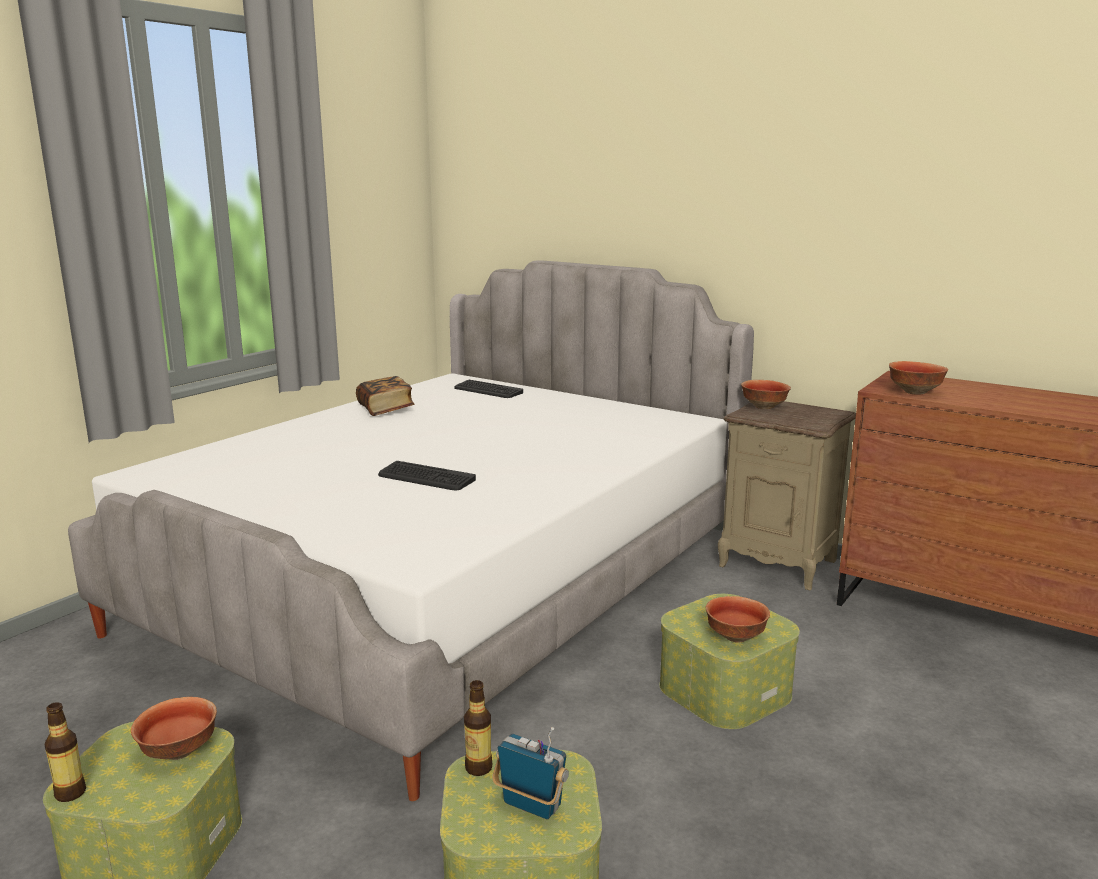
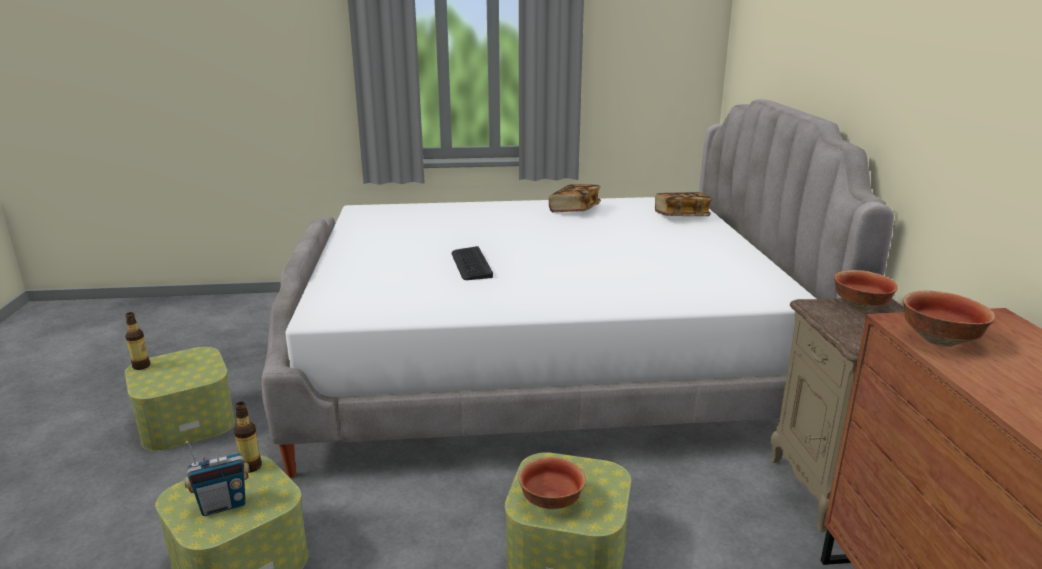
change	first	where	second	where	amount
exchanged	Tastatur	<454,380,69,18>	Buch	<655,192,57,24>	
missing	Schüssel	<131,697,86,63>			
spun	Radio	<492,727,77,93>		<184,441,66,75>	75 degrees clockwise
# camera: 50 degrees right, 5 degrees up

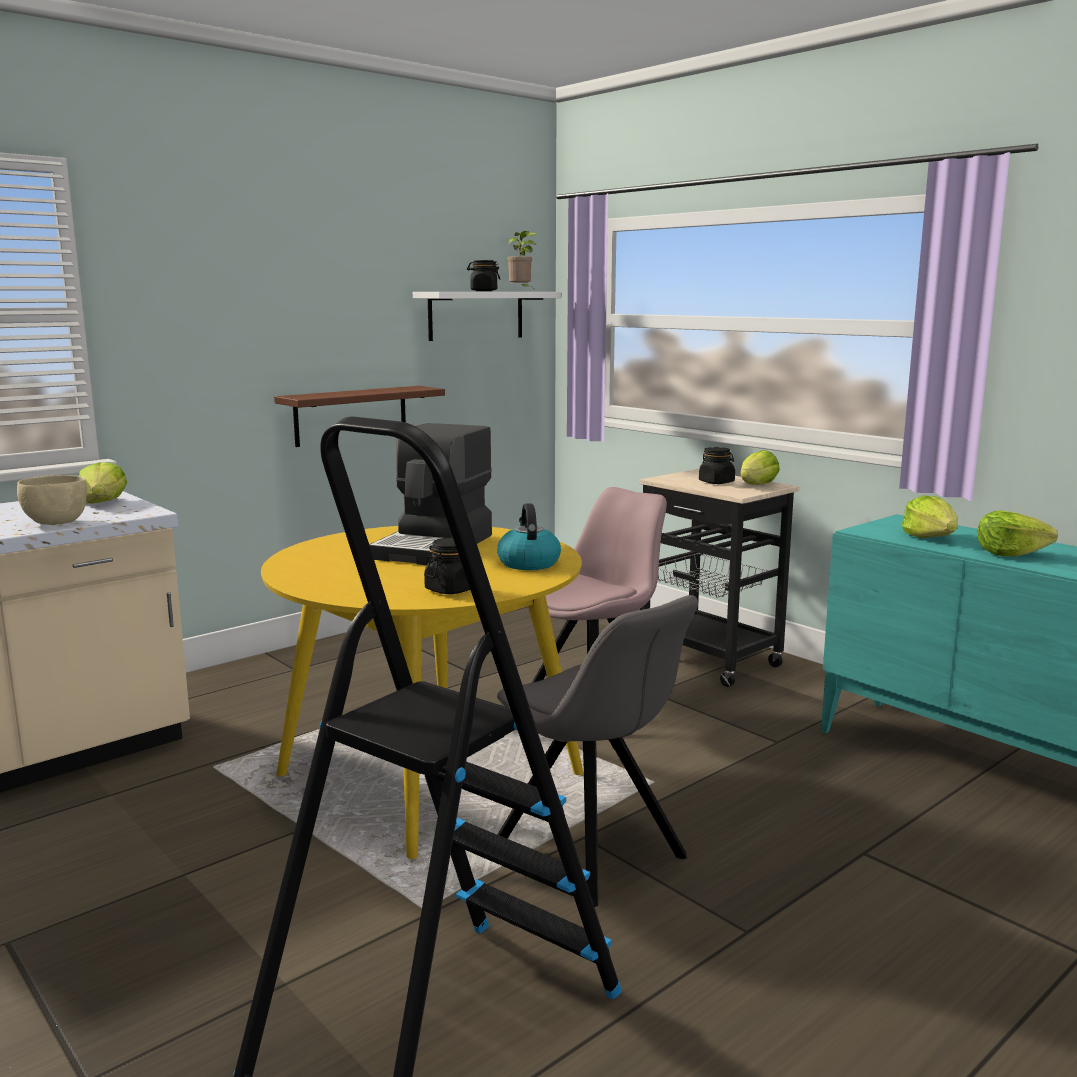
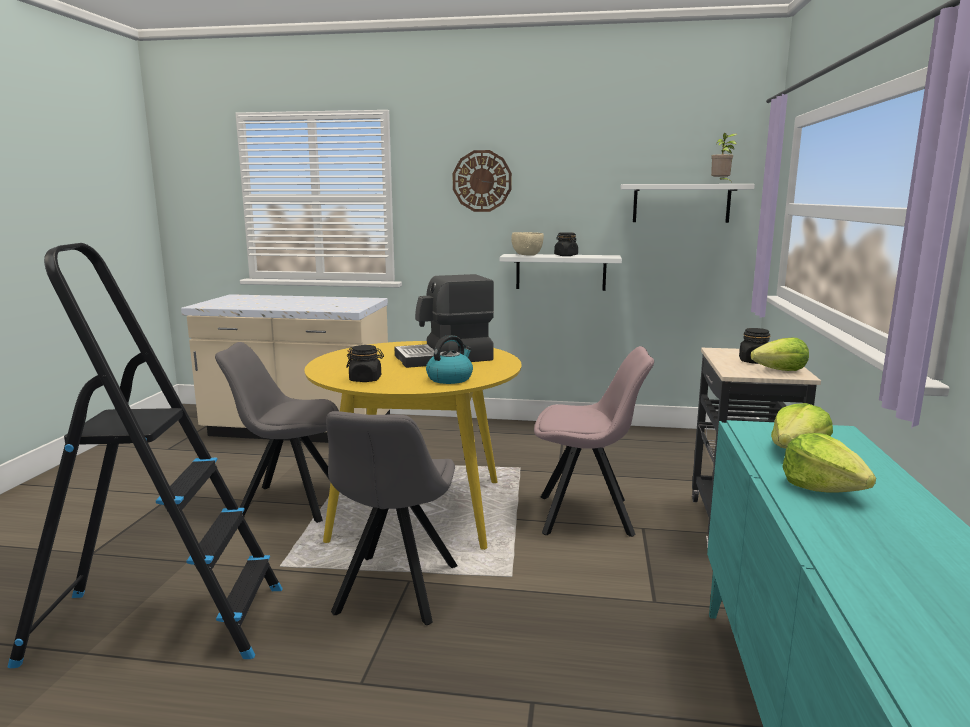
change	first	where	second	where	amount
relocated	Vorratsglas (schwarz)	<467,260,33,31>		<554,232,24,24>	
colour	Wandregal (braun)	<274,386,171,61>	Wandregal (weiß)	<500,254,122,37>	
missing	Salatkopf	<79,462,48,42>			
relocated	Schüssel (beige)	<17,475,70,50>		<511,232,33,24>	
appeared			Wanduhr	<453,150,59,62>	
appeared			Stuhl (grau)	<215,342,124,181>	
# camera: 50 degrees right, 0 degrees up

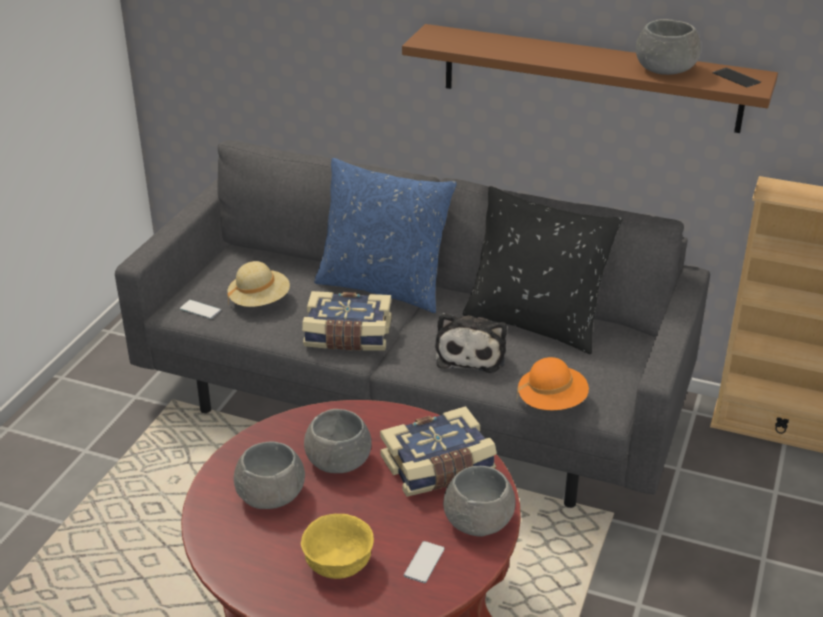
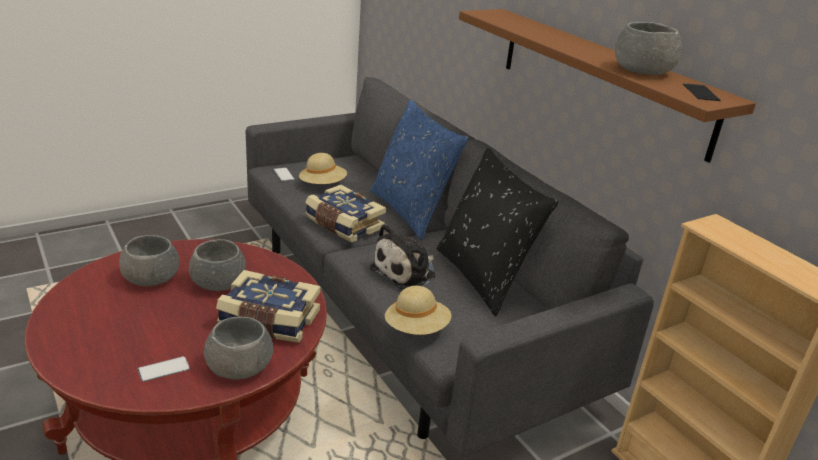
change	first	where	second	where	amount
colour	Hut (orange)	<517,357,72,53>	Hut (beige)	<385,286,67,49>	
missing	Schüssel (gelb)	<301,514,73,65>			
# camera: 35 degrees right, 5 degrees down

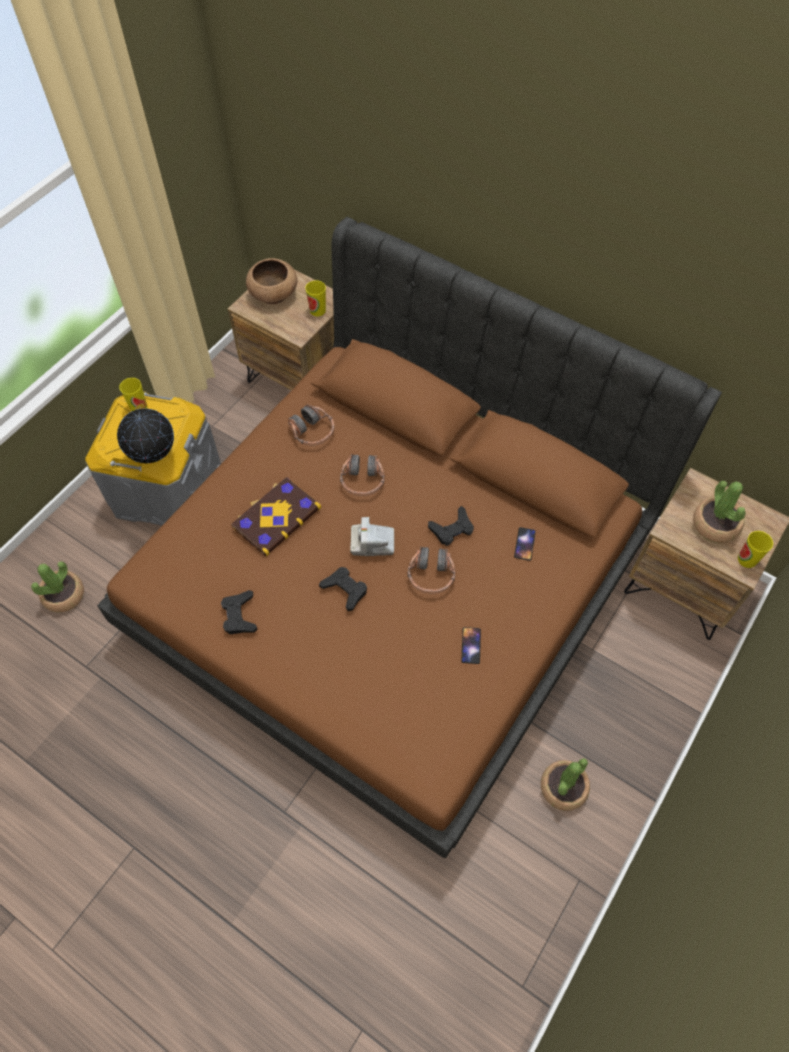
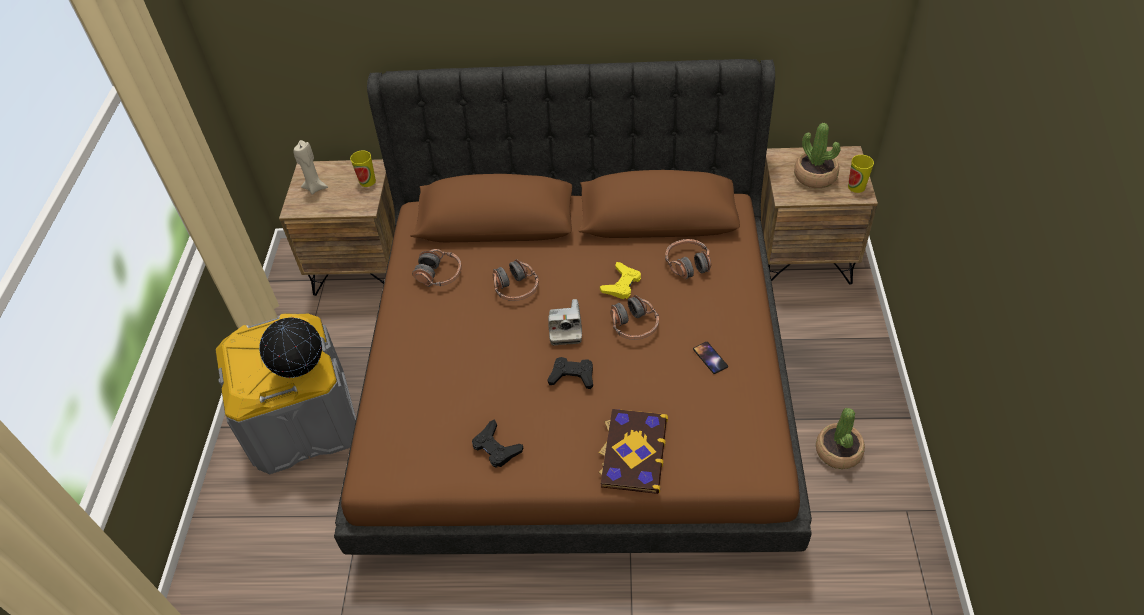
change	first	where	second	where	amount
exchanged	Schüssel (braun)	<246,258,51,46>	Kerze (beige)	<293,140,35,54>	
missing	Tasse	<119,378,28,33>			
relocated	Buch	<231,477,90,79>		<599,409,69,85>	
colour	Gamepad (schwarz)	<428,506,46,40>	Gamepad (gelb)	<600,262,41,37>	
spun	Kamera	<350,517,44,39>		<548,299,34,46>	60 degrees counterclockwise
exchanged	Handy	<514,527,22,34>	Kopfhörer	<665,239,46,40>	
missing	Topfpflanze	<31,561,53,51>			
# camera: 30 degrees left, 10 degrees down

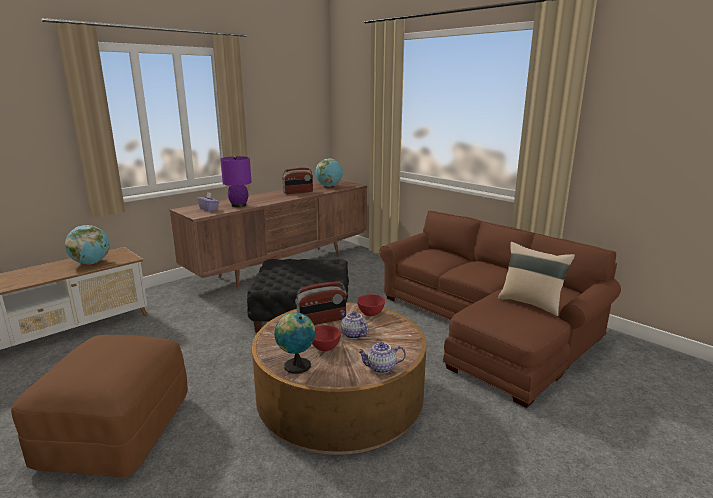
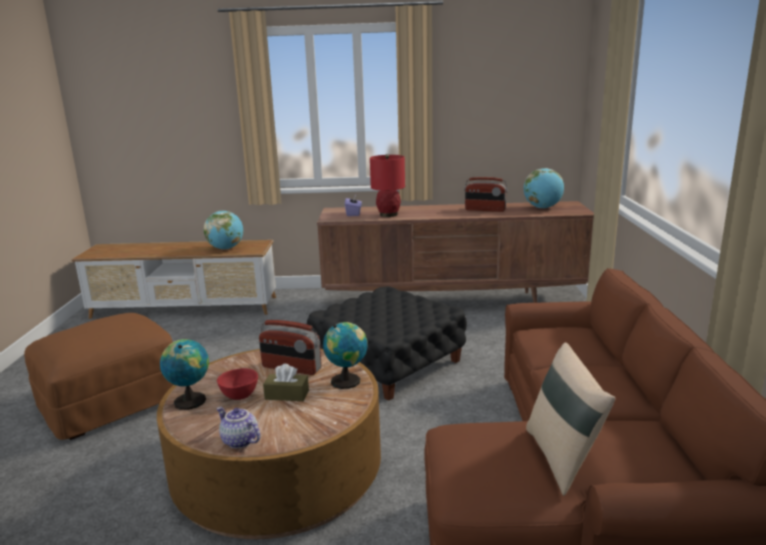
change	first	where	second	where	amount
colour	Tischlampe (lila)	<220,156,32,51>	Tischlampe (rot)	<370,154,35,63>	
exchanged	Schüssel (rot)	<357,294,28,22>	Globus	<323,322,45,67>	
exchanged	Teekanne	<340,310,29,29>	Taschentuchbox (braun)	<263,364,46,37>	
# camera: 45 degrees right, 0 degrees up

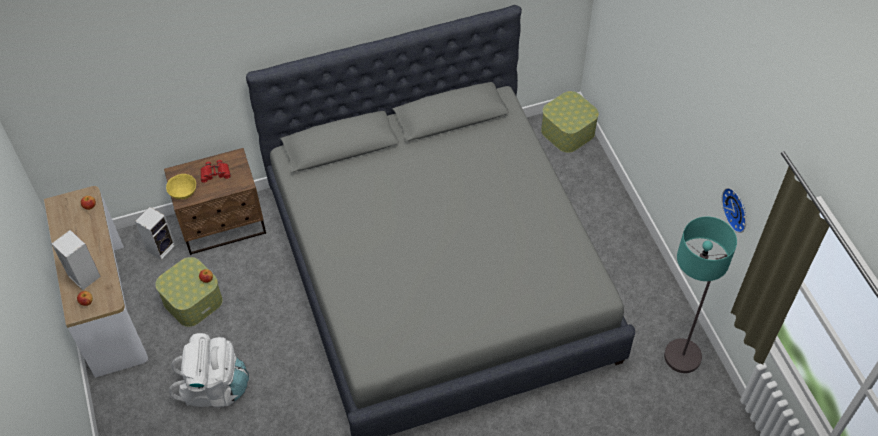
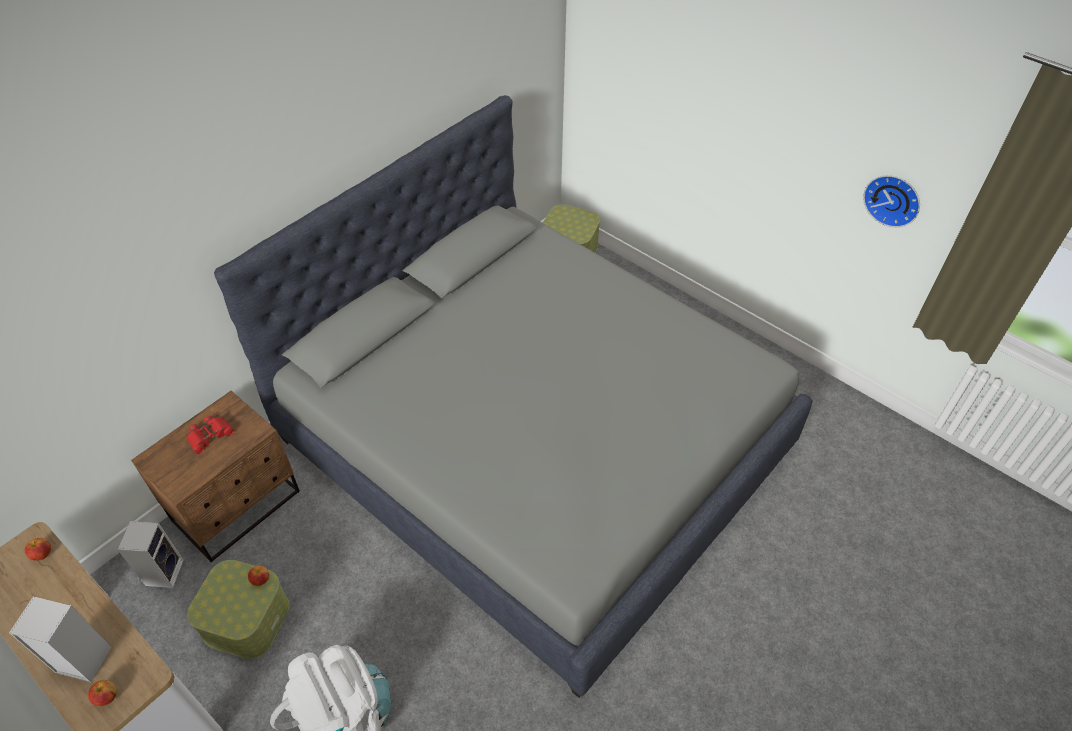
change	first	where	second	where	amount
missing	Schüssel (gelb)	<166,174,30,25>			
missing	Stehlampe (türkis)	<664,217,73,156>			
# camera: 30 degrees left, 5 degrees down

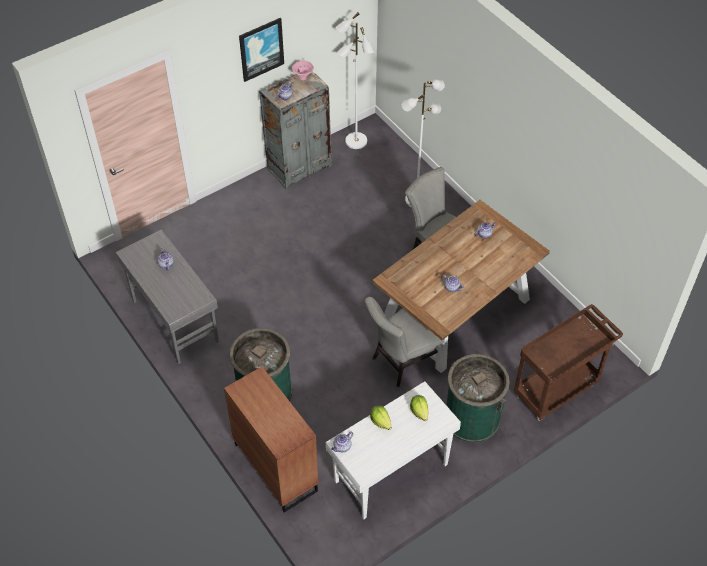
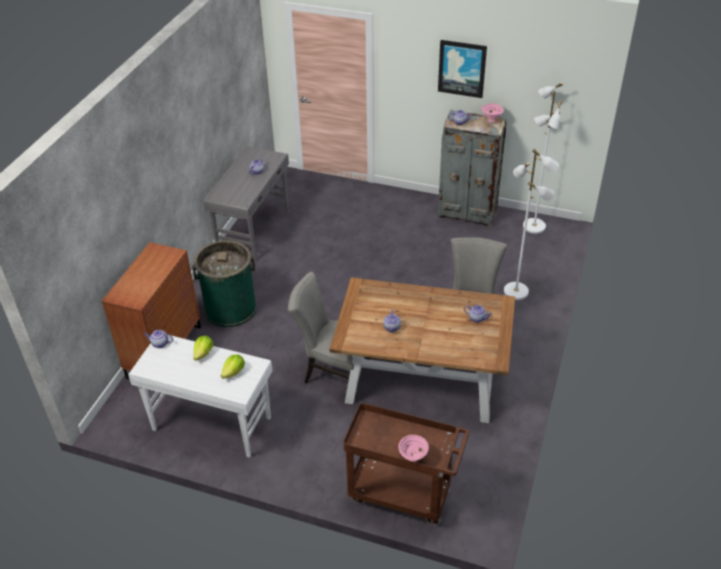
change	first	where	second	where	amount
missing	Mülleimer (grün)	<446,354,64,89>			
appeared			Schüssel (rosa)	<398,435,31,27>	
# camera: 55 degrees right, 10 degrees down

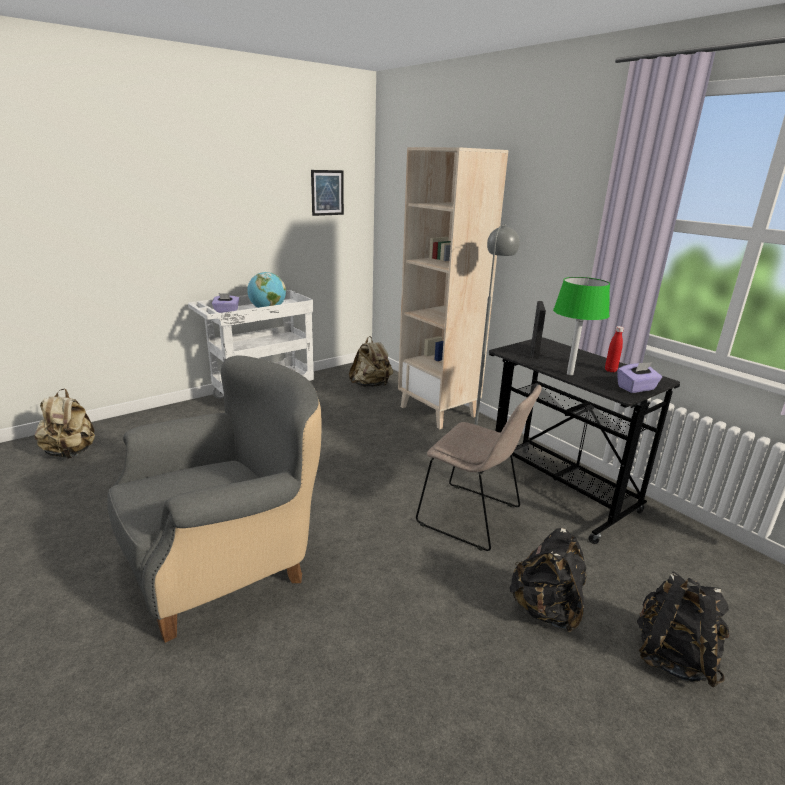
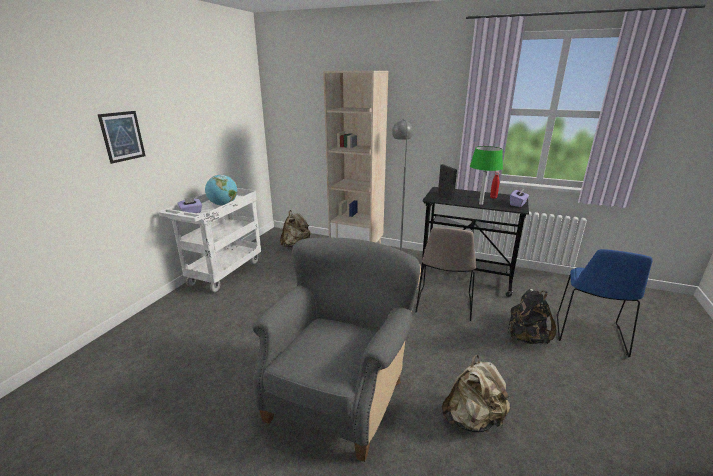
change	first	where	second	where	amount
relocated	Bild	<311,170,33,46>		<97,111,48,53>	
spun	Stuhl (beige)	<416,385,126,166>		<416,227,60,94>	105 degrees clockwise
relocated	Rucksack (beige)	<35,389,60,70>		<442,354,68,78>	
exchanged	Rucksack (schwarz)	<637,571,92,117>	Stuhl (blau)	<556,249,97,108>	
# camera: 30 degrees left, 0 degrees up

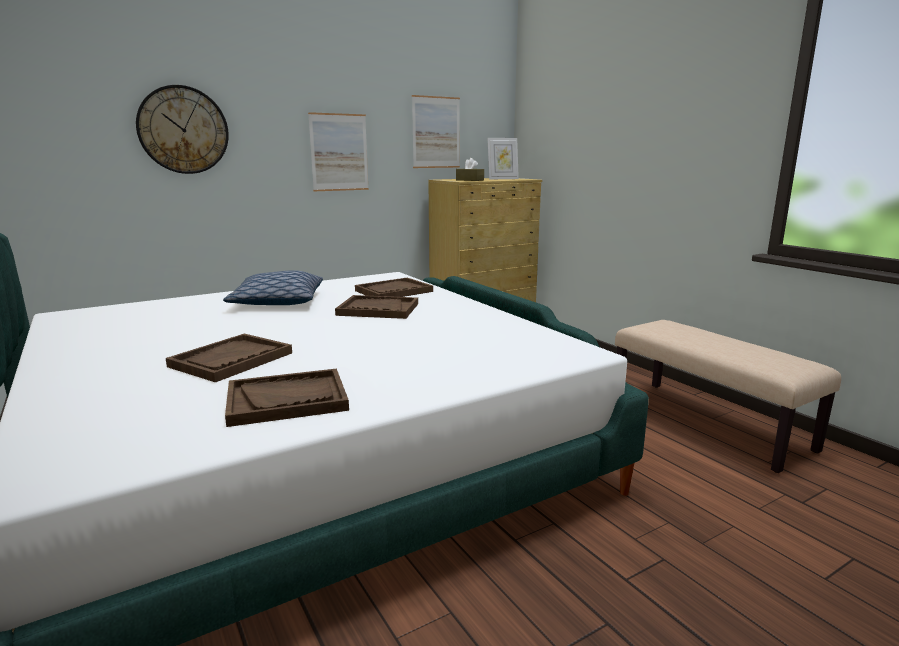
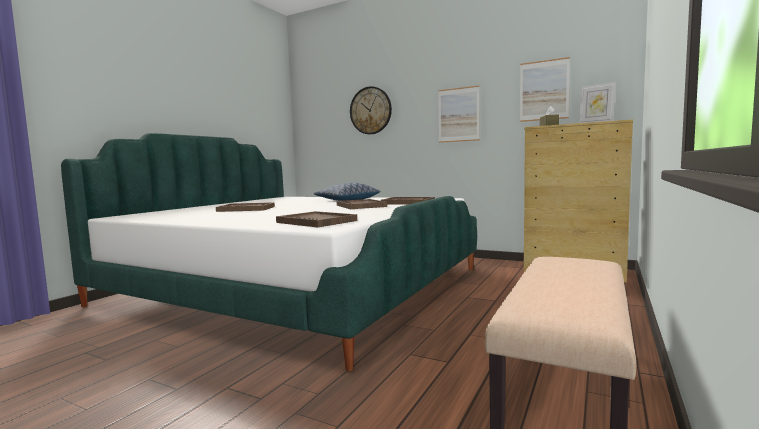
change	first	where	second	where	amount
relocated	Tablett (braun)	<225,369,124,58>		<276,211,81,17>	
# camera: 60 degrees right, 10 degrees down

